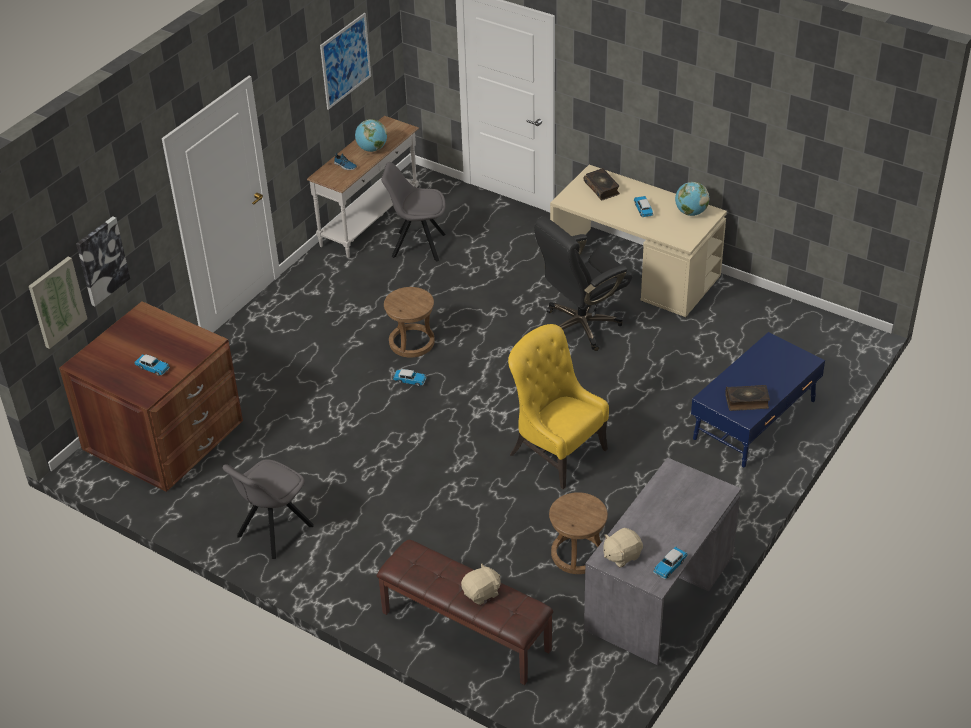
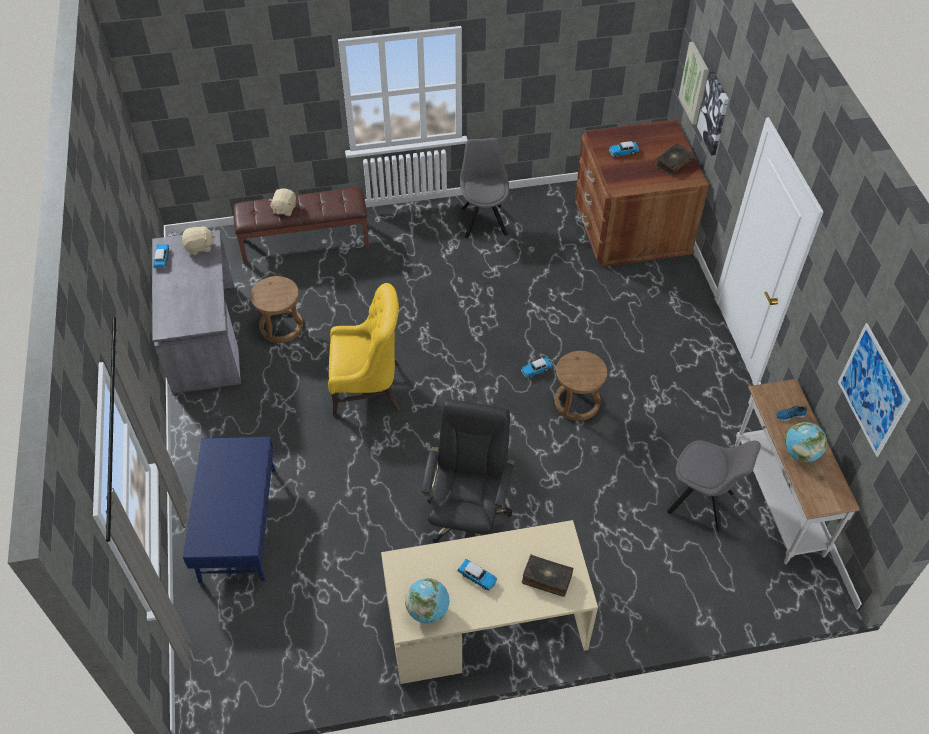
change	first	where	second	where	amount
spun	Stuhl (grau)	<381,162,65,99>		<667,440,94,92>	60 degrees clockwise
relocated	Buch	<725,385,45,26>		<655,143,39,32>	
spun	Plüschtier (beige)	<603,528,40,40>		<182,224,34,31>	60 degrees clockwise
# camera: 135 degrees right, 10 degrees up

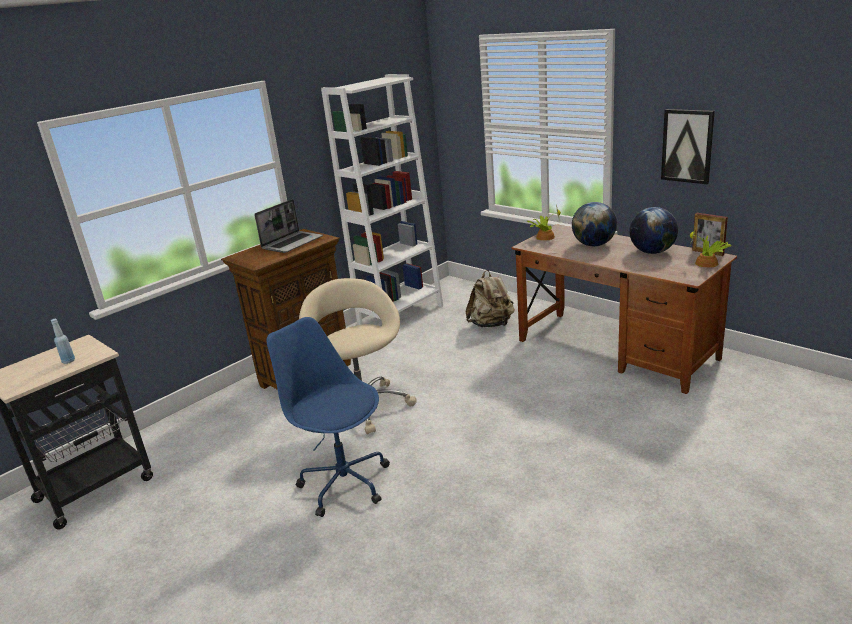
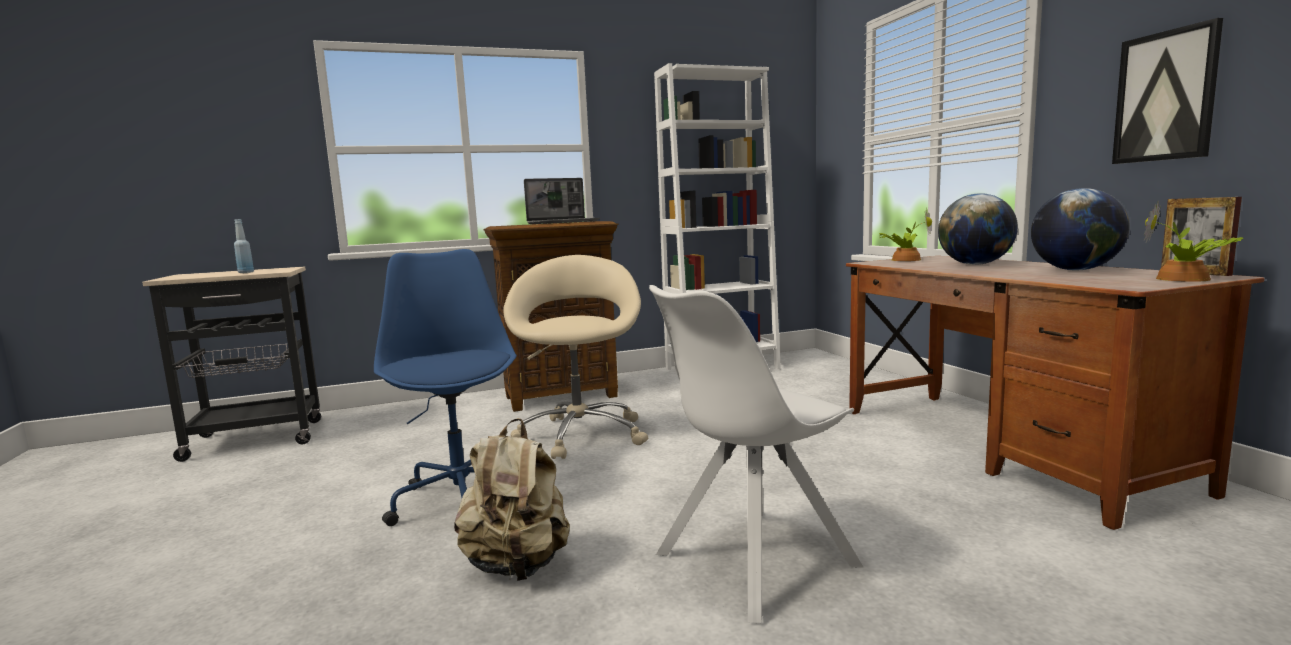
change	first	where	second	where	amount
relocated	Rucksack (beige)	<466,270,49,57>		<454,418,116,163>	
appeared			Stuhl (weiß)	<649,285,215,339>	
# camera: 25 degrees right, 15 degrees down

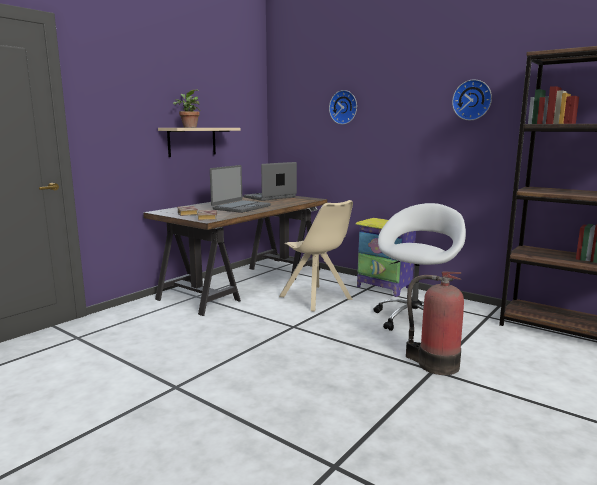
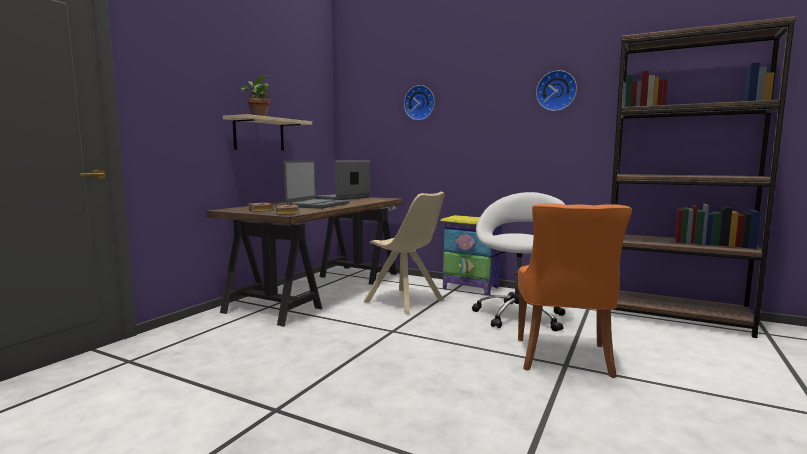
change	first	where	second	where	amount
exchanged	Feuerlöscher	<406,271,58,104>	Stuhl (orange)	<518,203,114,175>	
# camera: 10 degrees left, 5 degrees down

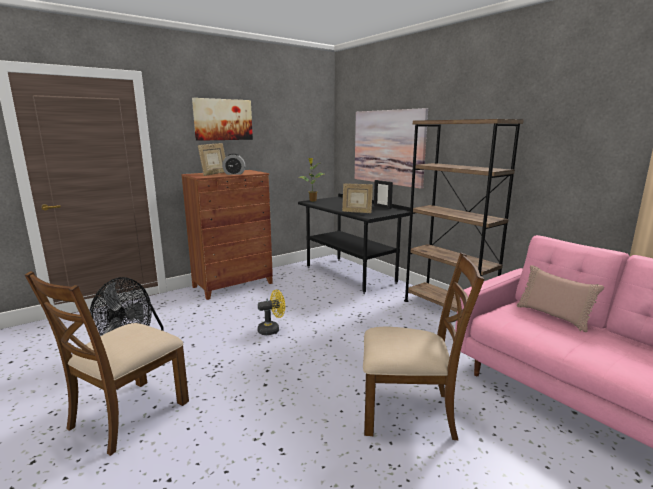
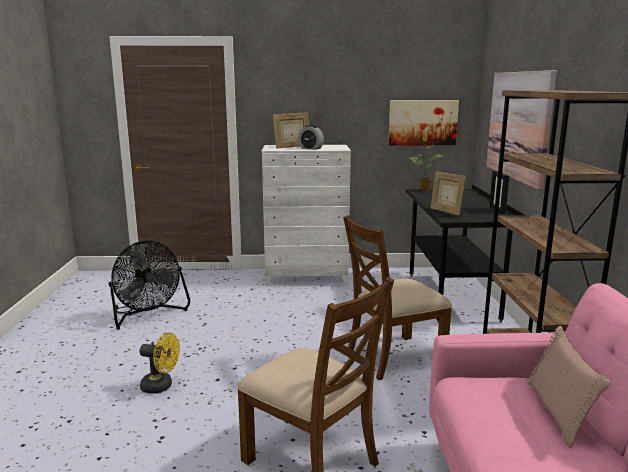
change	first	where	second	where	amount
relocated	Bild	<192,98,61,43>		<388,100,71,46>	
colour	Kommode (braun)	<181,170,92,130>	Kommode (weiß)	<262,145,89,141>	
relocated	Stuhl (braun)	<25,271,164,185>		<343,215,109,165>	
relocated	Ventilator (gelb)	<257,290,28,45>		<139,332,41,62>	
# camera: 35 degrees right, 0 degrees up

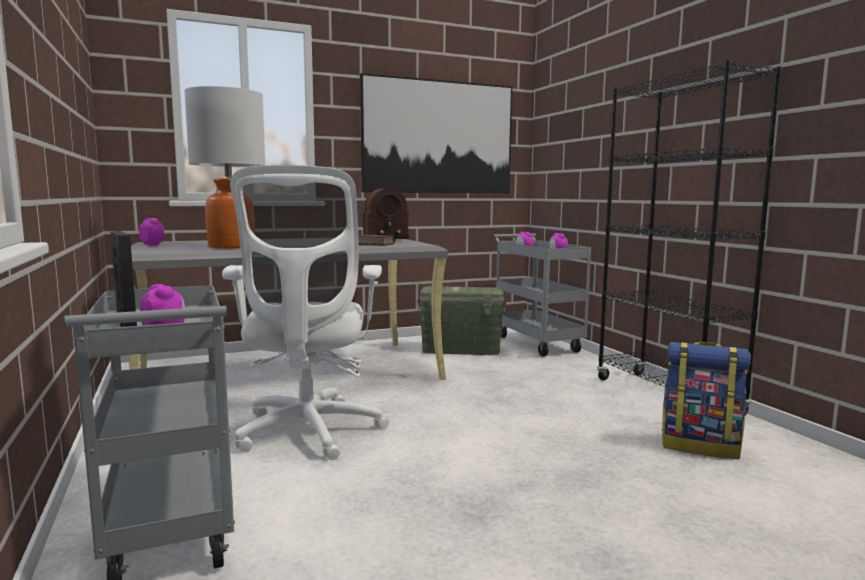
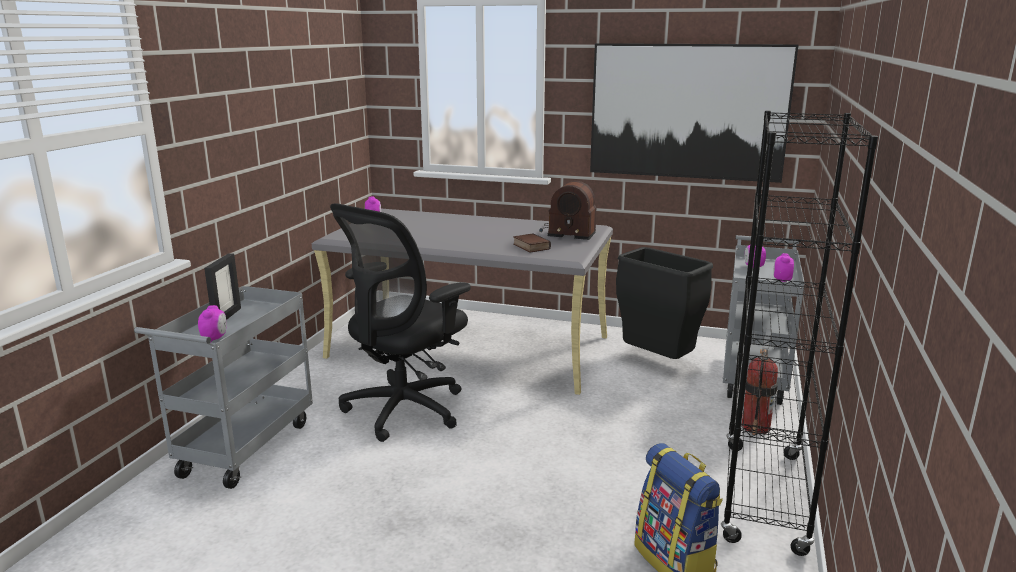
change	first	where	second	where	amount
missing	Tischlampe	<184,86,81,163>			
colour	Bürostuhl (weiß)	<222,165,167,295>	Bürostuhl (schwarz)	<330,203,141,239>	
exchanged	Aufbewahrungsbox (grün)	<417,286,89,69>	Mülleimer (schwarz)	<616,247,97,112>	
appeared			Feuerlöscher	<741,329,37,106>	
# camera: 40 degrees right, 10 degrees up

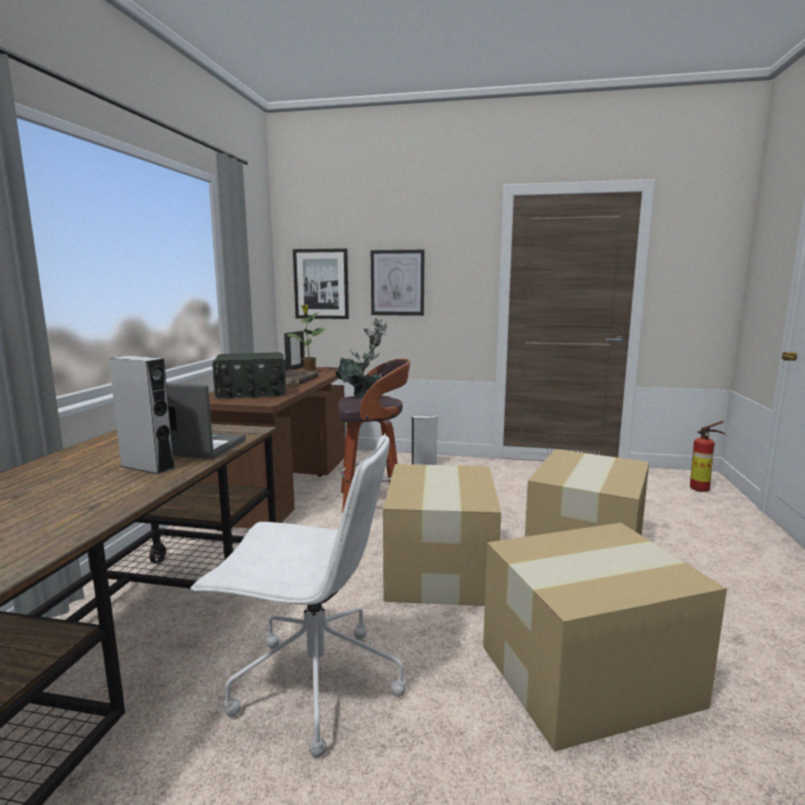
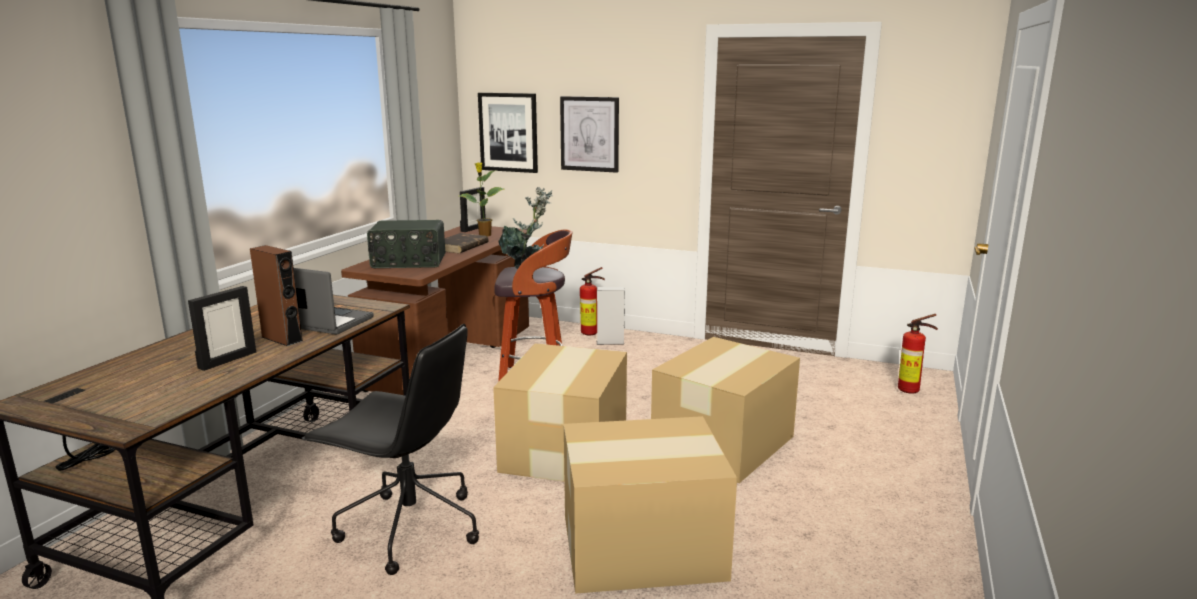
change	first	where	second	where	amount
colour	Lautsprecher (grau)	<109,356,66,118>	Lautsprecher (braun)	<250,245,52,101>	
colour	Bürostuhl (weiß)	<191,433,215,324>	Bürostuhl (schwarz)	<302,324,177,251>	
appeared			Feuerlöscher	<580,267,25,68>	
appeared			Bilderrahmen	<188,286,68,85>	
# camera: 10 degrees right, 5 degrees up

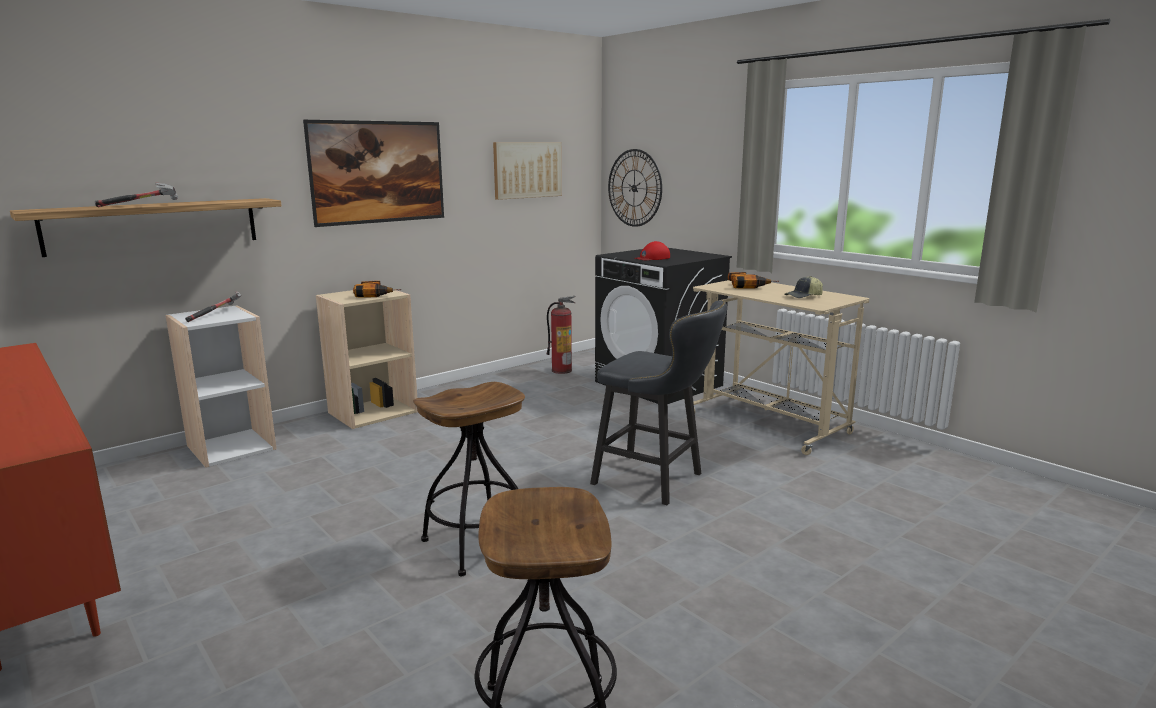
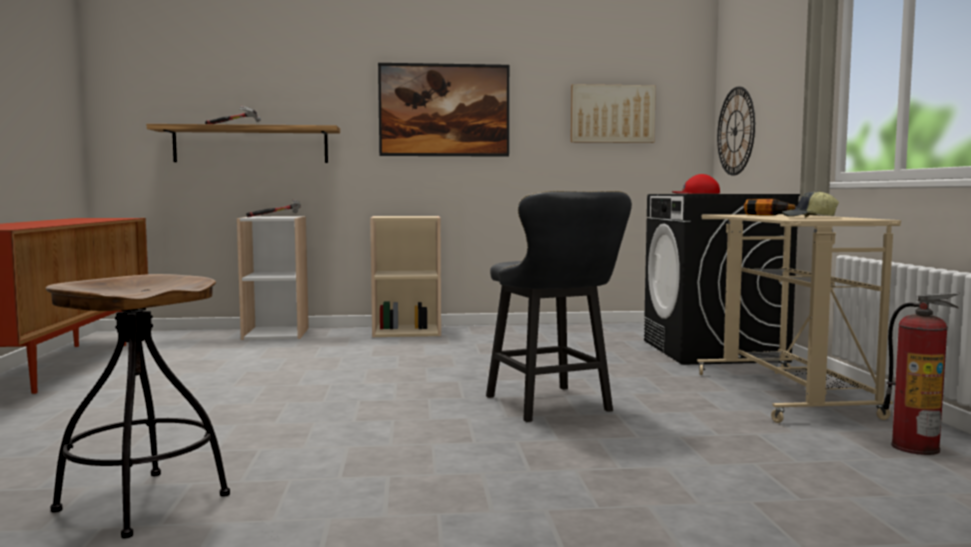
change	first	where	second	where	amount
missing	Bohrmaschine	<353,281,48,17>			
relocated	Feuerlöscher	<547,296,28,78>		<882,293,78,162>	
missing	Hocker (braun)	<413,382,112,194>			
# camera: 35 degrees right, 10 degrees down

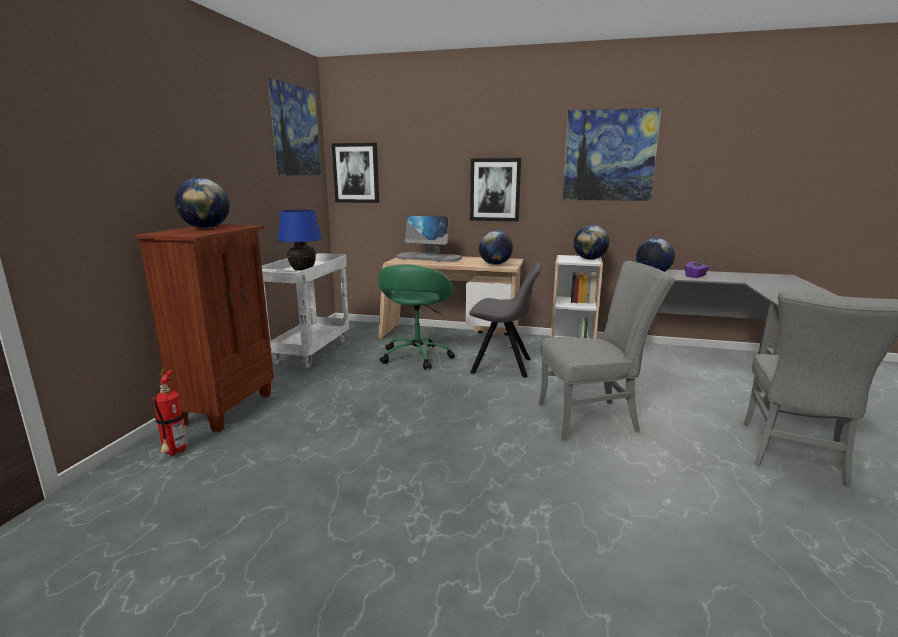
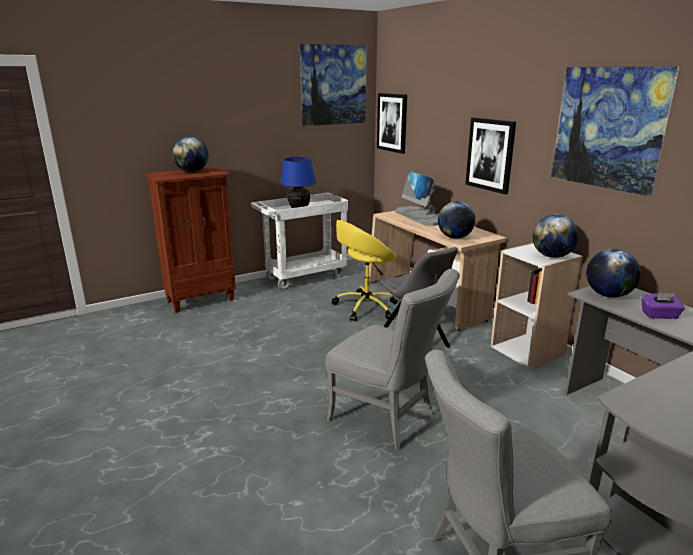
change	first	where	second	where	amount
colour	Bürostuhl (grün)	<378,265,77,104>	Bürostuhl (gelb)	<332,220,66,101>	
missing	Feuerlöscher	<153,368,35,88>			
# camera: 45 degrees right, 5 degrees up

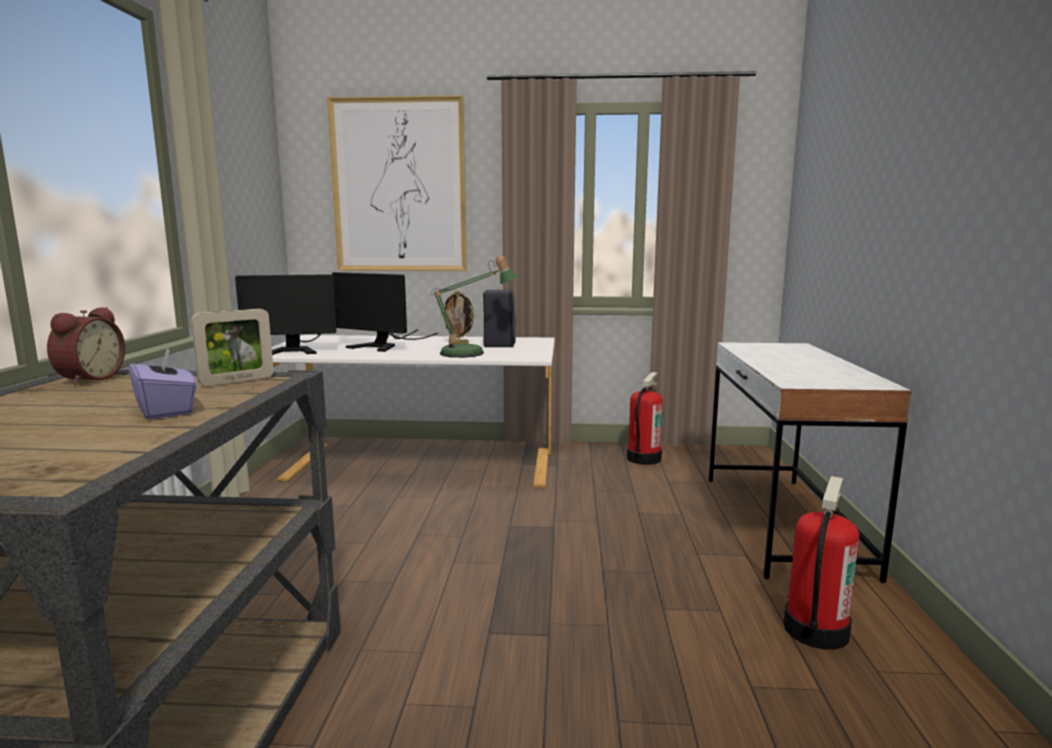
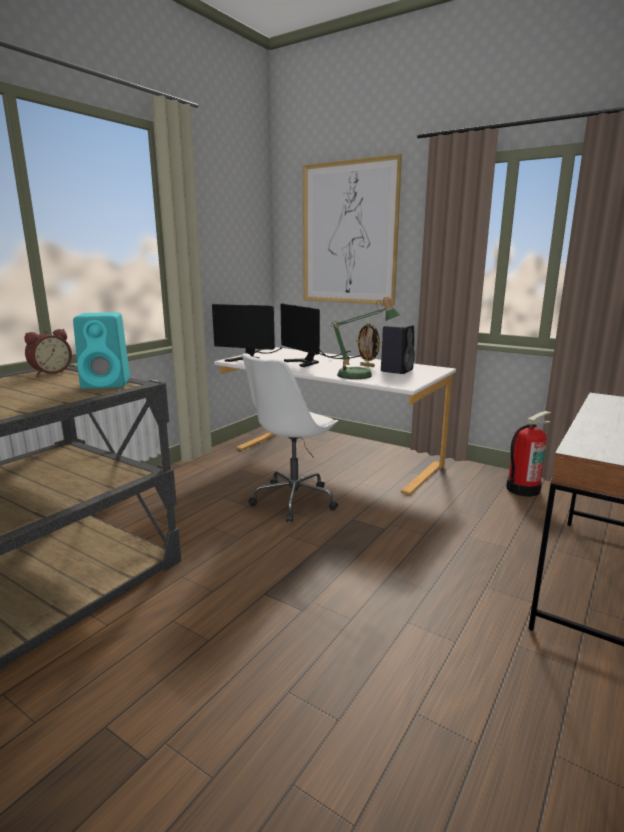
change	first	where	second	where	amount
exchanged	Bilderrahmen	<191,309,82,77>	Lautsprecher (türkis)	<73,312,57,77>	
missing	Taschentuchbox (lila)	<129,346,68,74>			
missing	Feuerlöscher	<784,476,75,174>			
appeared			Bürostuhl (weiß)	<241,353,97,169>	
# camera: 30 degrees right, 5 degrees up

